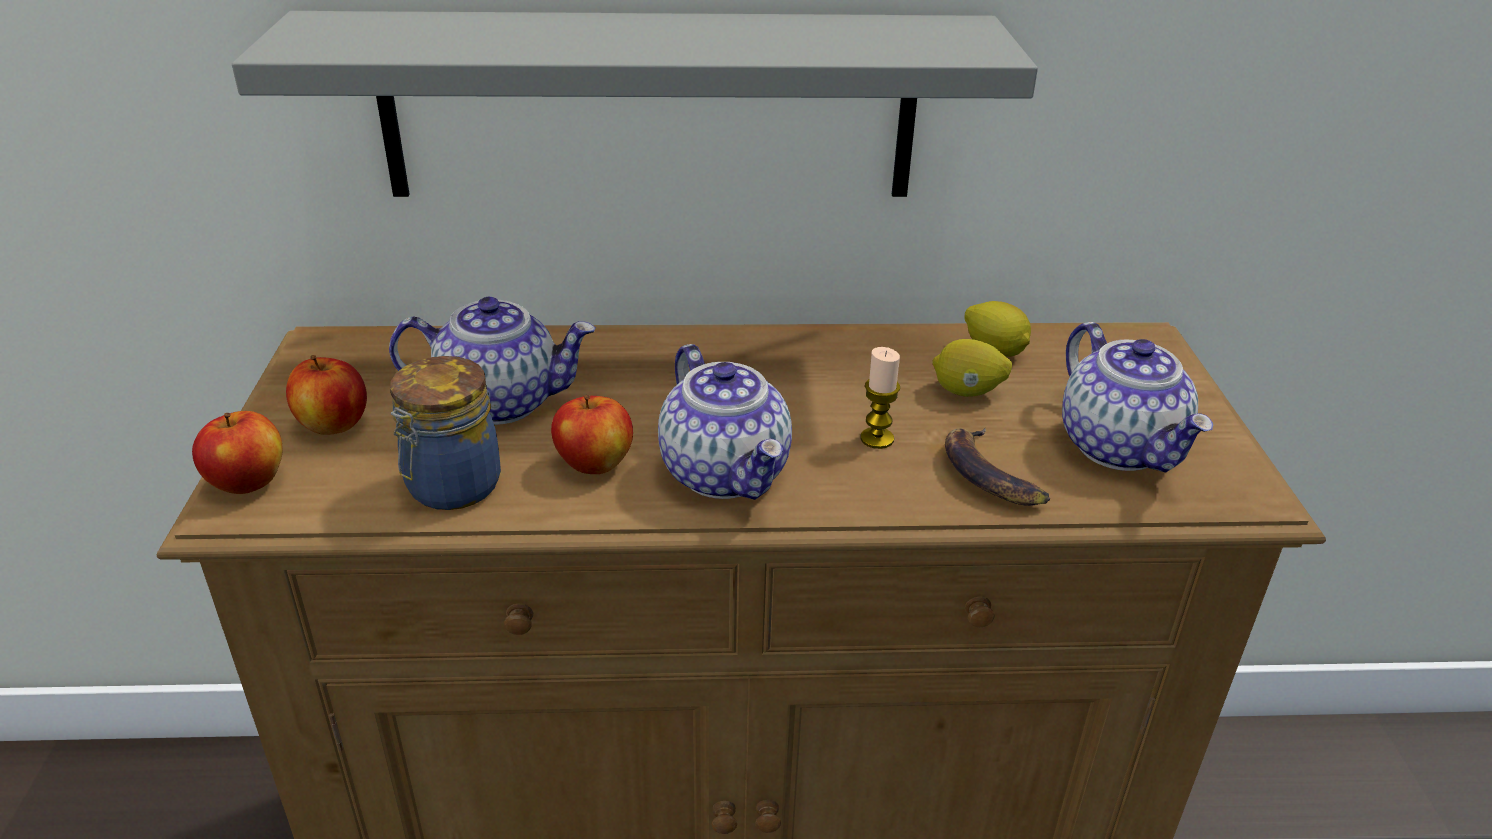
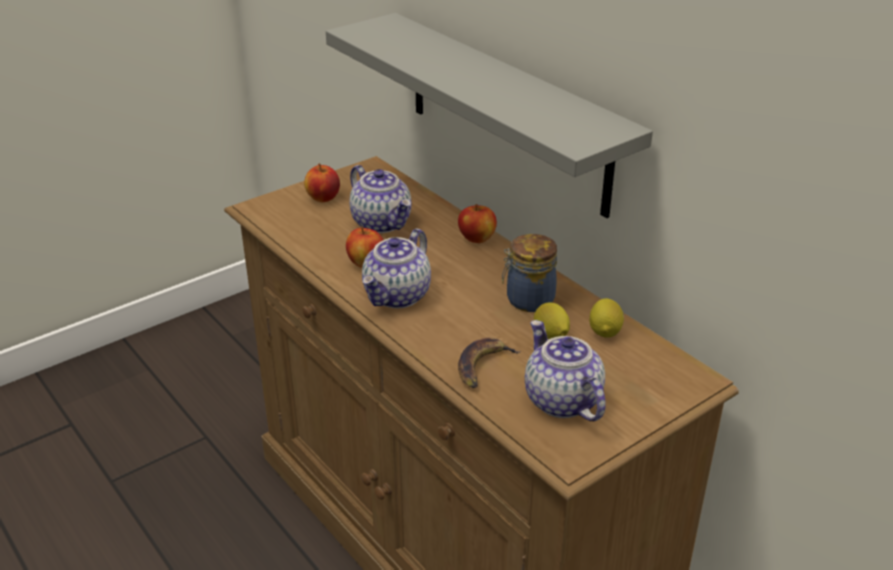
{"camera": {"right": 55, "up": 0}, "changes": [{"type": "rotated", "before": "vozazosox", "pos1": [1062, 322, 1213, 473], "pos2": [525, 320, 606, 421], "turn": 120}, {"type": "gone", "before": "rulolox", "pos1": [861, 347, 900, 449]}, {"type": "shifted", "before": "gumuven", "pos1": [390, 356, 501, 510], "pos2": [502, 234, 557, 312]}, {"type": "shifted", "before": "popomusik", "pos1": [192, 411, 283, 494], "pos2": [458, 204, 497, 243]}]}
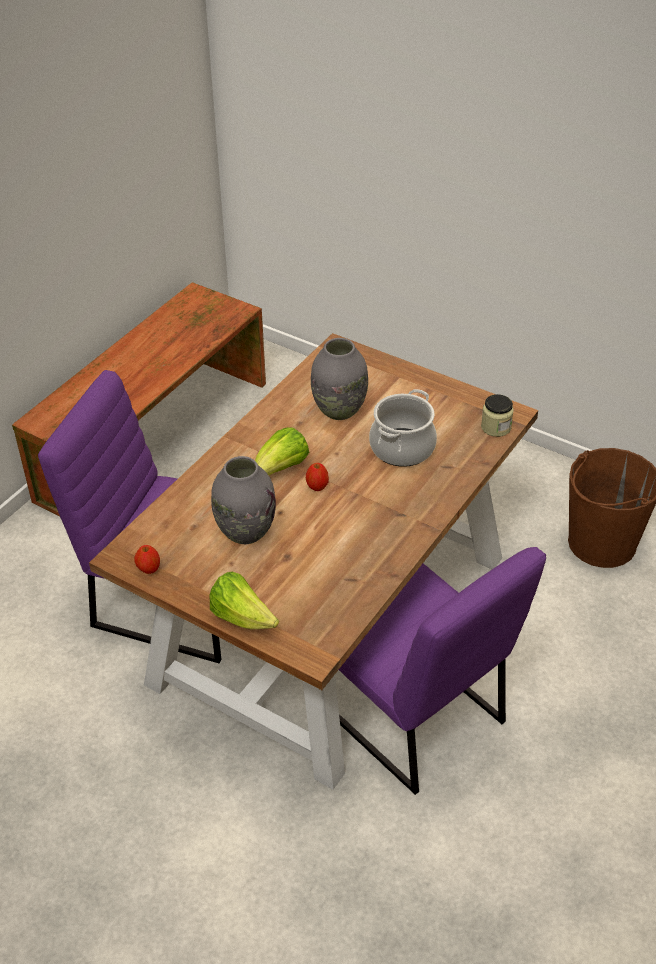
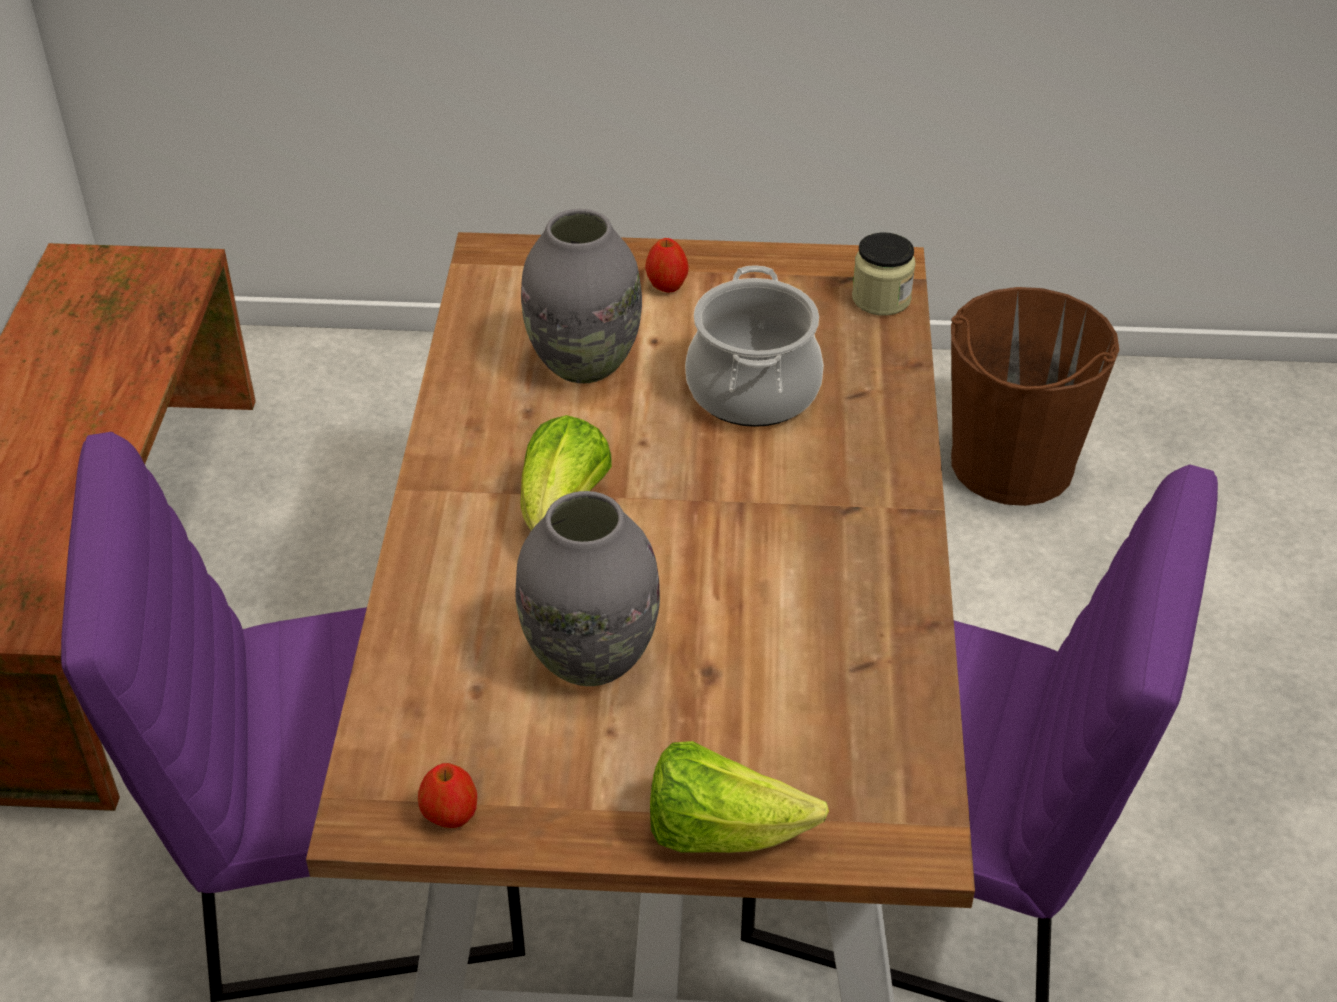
{"camera": {"right": -30, "up": 0}, "changes": [{"type": "shifted", "before": "popomusik", "pos1": [306, 463, 329, 491], "pos2": [645, 238, 689, 293]}]}
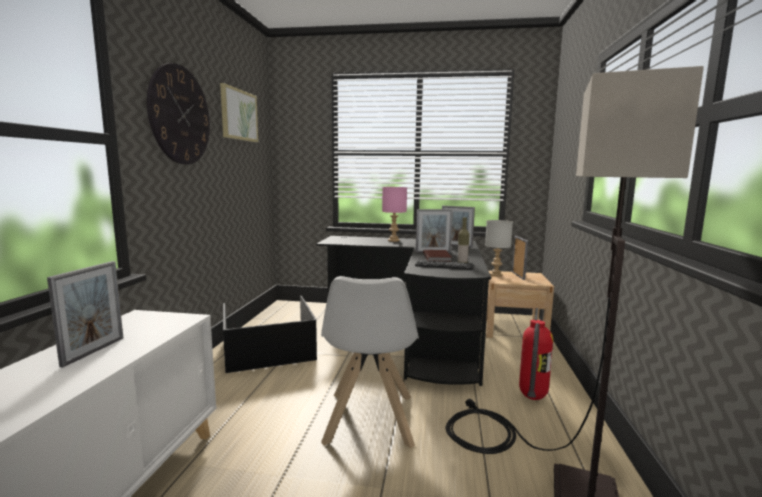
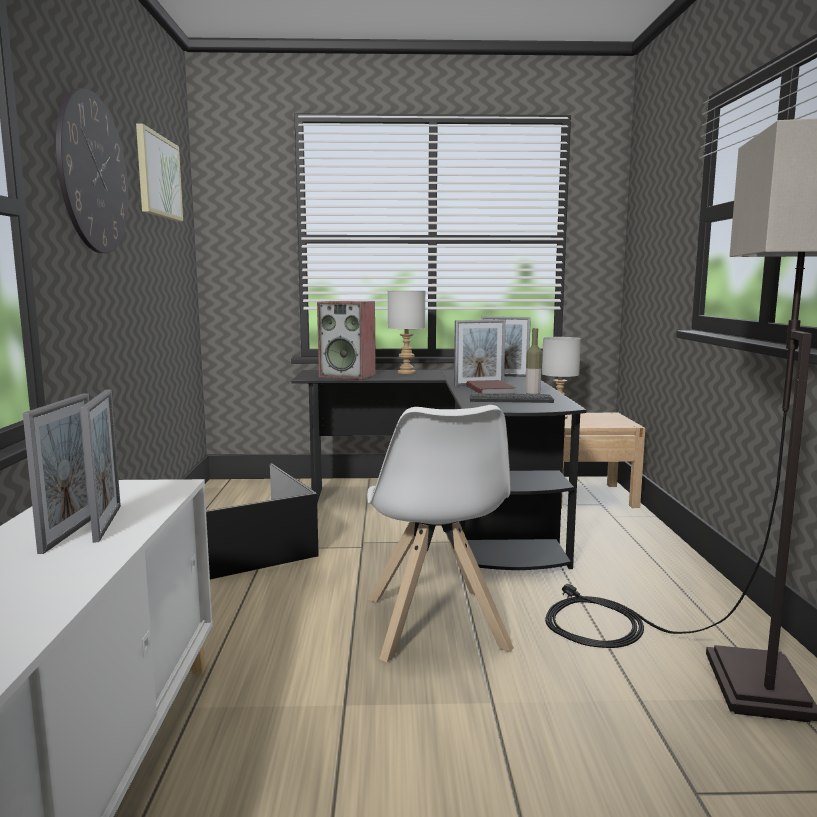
{"camera": {"right": -10, "up": 0}, "changes": [{"type": "repainted", "before": "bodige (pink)", "after": "bodige (grey)", "pos1": [382, 187, 407, 242], "pos2": [388, 290, 425, 374]}, {"type": "shifted", "before": "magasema", "pos1": [512, 236, 528, 280], "pos2": [81, 389, 121, 543]}, {"type": "gone", "before": "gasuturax", "pos1": [519, 308, 553, 400]}, {"type": "new", "after": "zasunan", "pos2": [317, 301, 376, 380]}]}
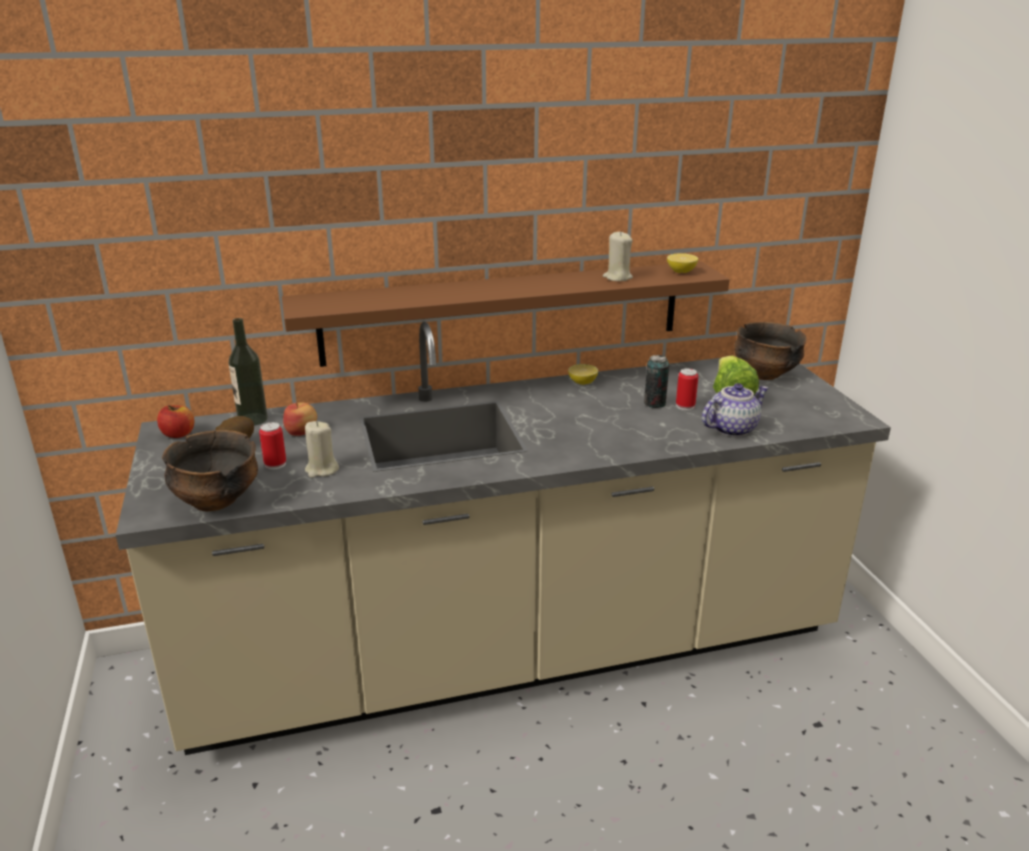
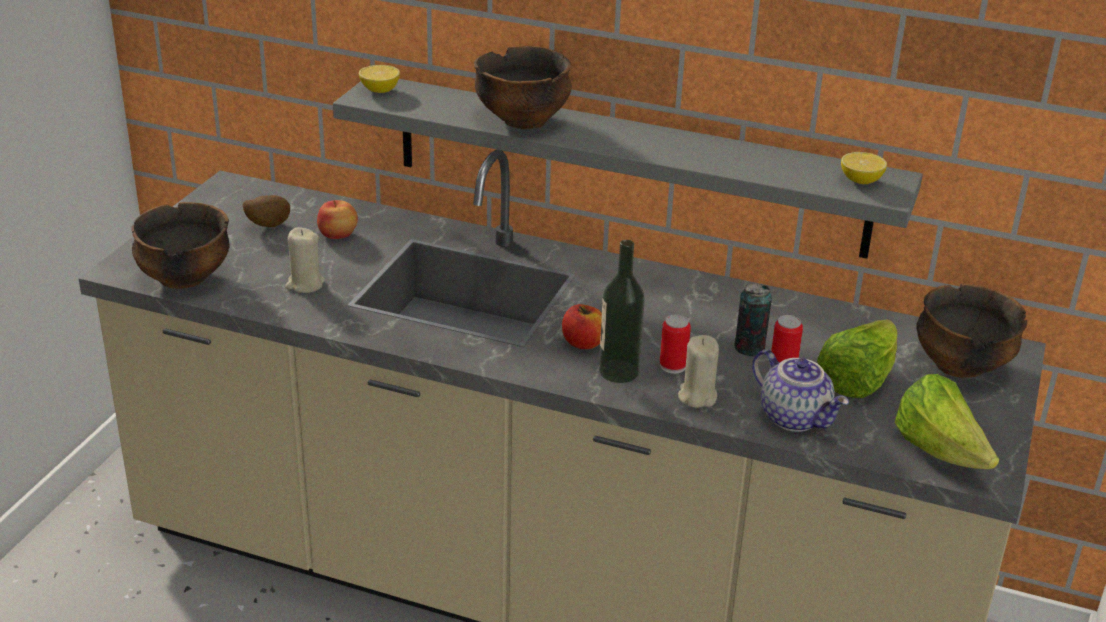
{"camera": {"right": 35, "up": 5}, "changes": [{"type": "shifted", "before": "rulolox (beige)", "pos1": [603, 231, 633, 281], "pos2": [678, 335, 719, 408]}, {"type": "repainted", "before": "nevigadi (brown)", "after": "nevigadi (grey)", "pos1": [282, 261, 729, 367], "pos2": [333, 79, 923, 259]}, {"type": "shifted", "before": "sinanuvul", "pos1": [228, 318, 268, 426], "pos2": [599, 240, 645, 383]}, {"type": "shifted", "before": "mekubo", "pos1": [568, 364, 598, 385], "pos2": [359, 65, 400, 93]}, {"type": "rotated", "before": "vozazosox", "pos1": [702, 383, 768, 437], "pos2": [752, 349, 849, 432], "turn": 45}, {"type": "shifted", "before": "popomusik", "pos1": [157, 405, 194, 438], "pos2": [562, 304, 602, 349]}, {"type": "shifted", "before": "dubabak", "pos1": [259, 422, 286, 470], "pos2": [660, 314, 691, 374]}, {"type": "new", "after": "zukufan", "pos2": [474, 46, 572, 129]}, {"type": "new", "after": "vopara", "pos2": [895, 374, 999, 469]}]}
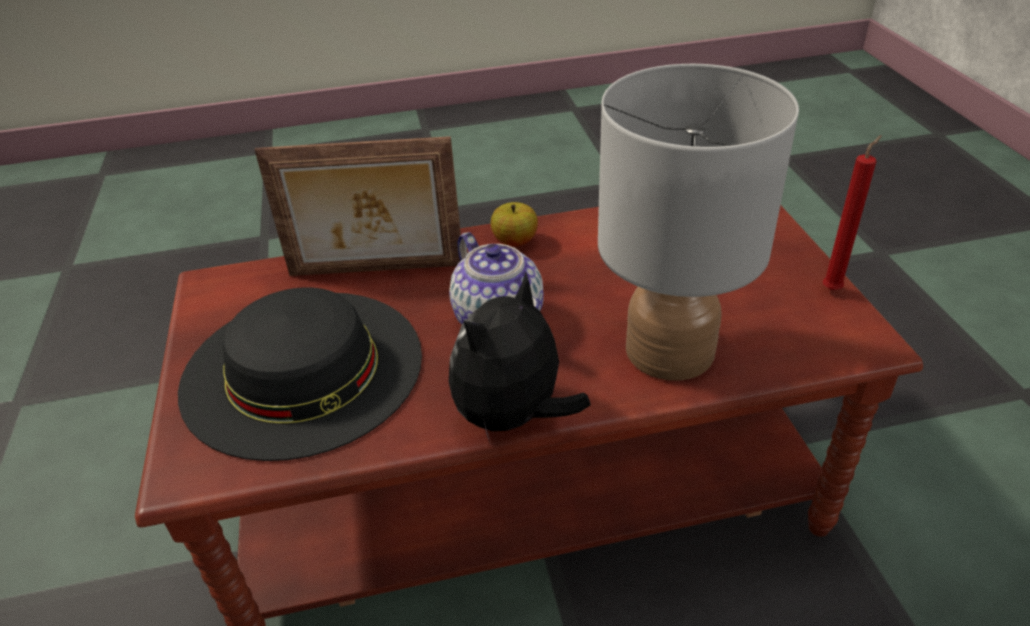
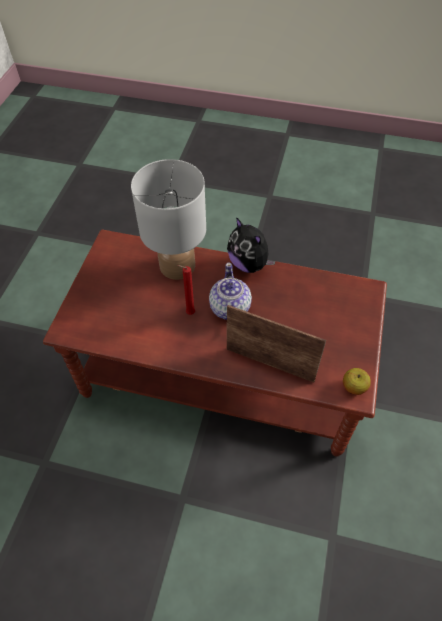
{"camera": {"right": -155, "up": 15}, "changes": [{"type": "shifted", "before": "rulolox (red)", "pos1": [823, 135, 882, 290], "pos2": [177, 265, 195, 315]}, {"type": "shifted", "before": "popomusik", "pos1": [490, 202, 538, 247], "pos2": [343, 368, 371, 395]}, {"type": "rotated", "before": "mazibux", "pos1": [449, 272, 591, 445], "pos2": [227, 217, 276, 273], "turn": 75}, {"type": "gone", "before": "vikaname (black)", "pos1": [178, 287, 422, 461]}]}
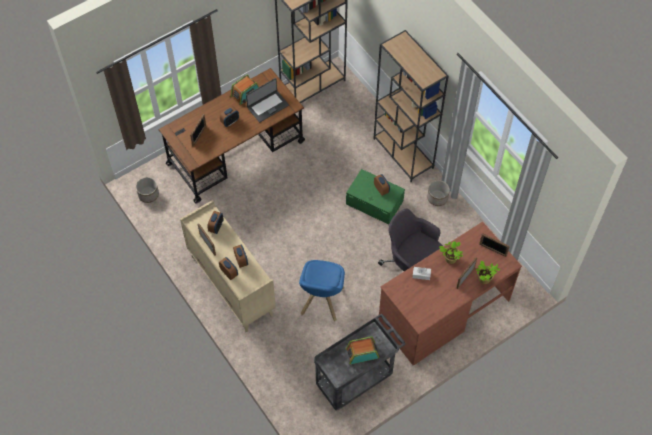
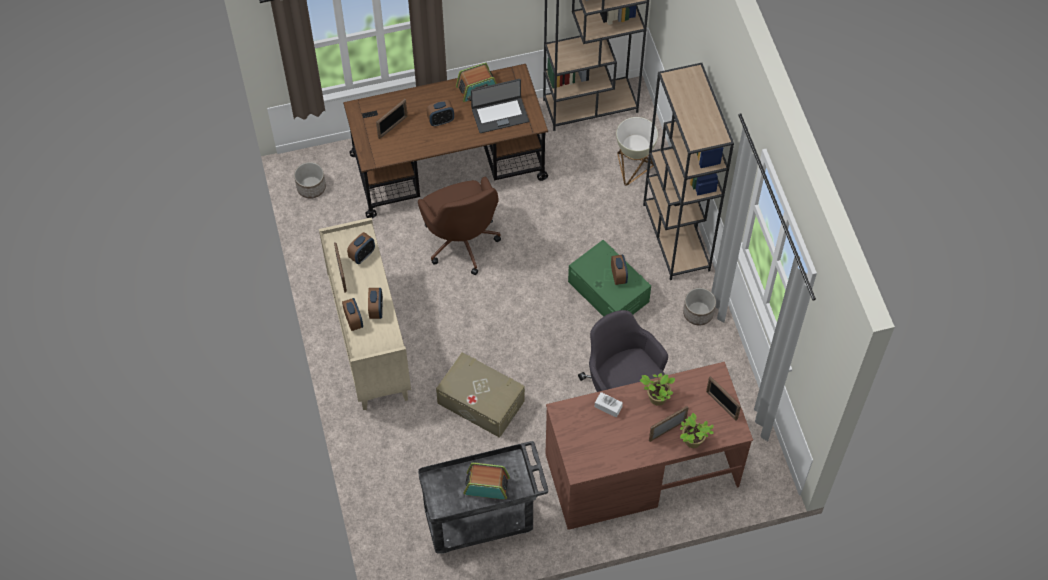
{"camera": {"right": 20, "up": 0}, "changes": [{"type": "swapped", "before": "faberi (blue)", "after": "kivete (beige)", "pos1": [299, 260, 345, 321], "pos2": [436, 352, 525, 438]}, {"type": "new", "after": "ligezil", "pos2": [616, 117, 658, 185]}, {"type": "new", "after": "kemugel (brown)", "pos2": [418, 177, 501, 275]}]}
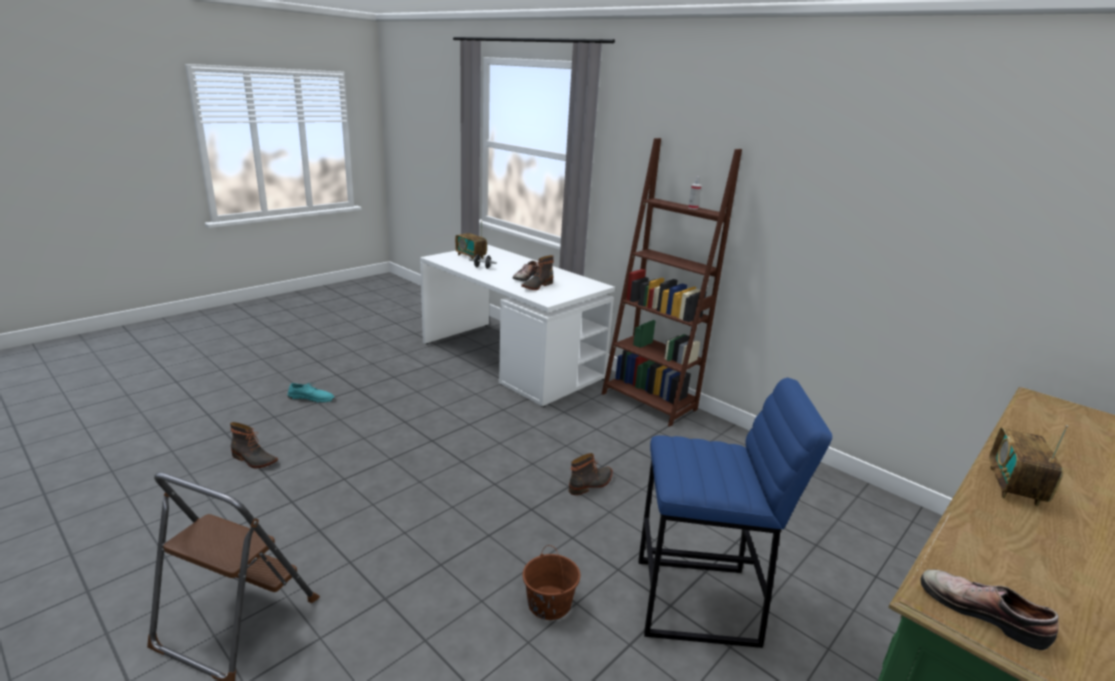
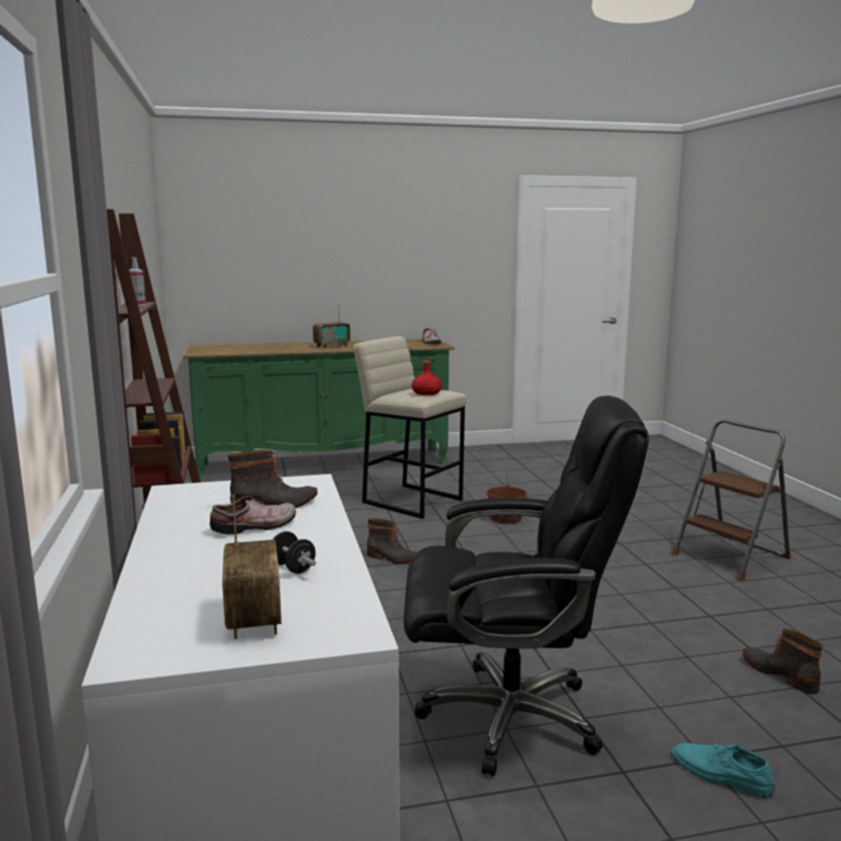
{"camera": {"right": -145, "up": -10}, "changes": [{"type": "repainted", "before": "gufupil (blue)", "after": "gufupil (beige)", "pos1": [638, 378, 832, 648], "pos2": [354, 336, 467, 519]}, {"type": "rotated", "before": "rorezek", "pos1": [569, 453, 613, 495], "pos2": [367, 518, 418, 564], "turn": -150}, {"type": "new", "after": "sinanuvul (red)", "pos2": [412, 361, 442, 395]}, {"type": "new", "after": "kemugel (black)", "pos2": [404, 396, 649, 776]}]}
